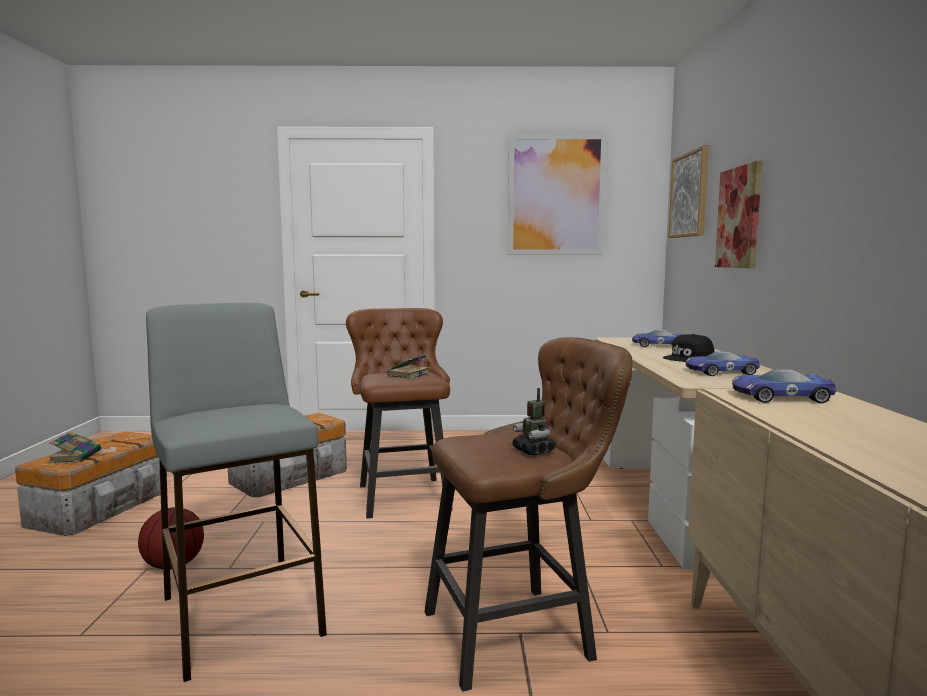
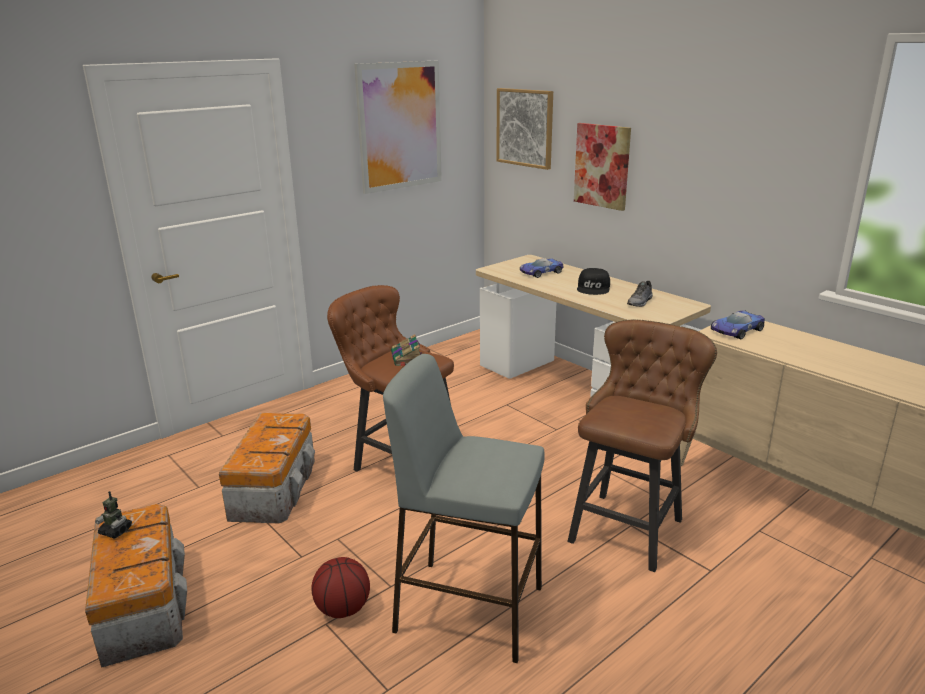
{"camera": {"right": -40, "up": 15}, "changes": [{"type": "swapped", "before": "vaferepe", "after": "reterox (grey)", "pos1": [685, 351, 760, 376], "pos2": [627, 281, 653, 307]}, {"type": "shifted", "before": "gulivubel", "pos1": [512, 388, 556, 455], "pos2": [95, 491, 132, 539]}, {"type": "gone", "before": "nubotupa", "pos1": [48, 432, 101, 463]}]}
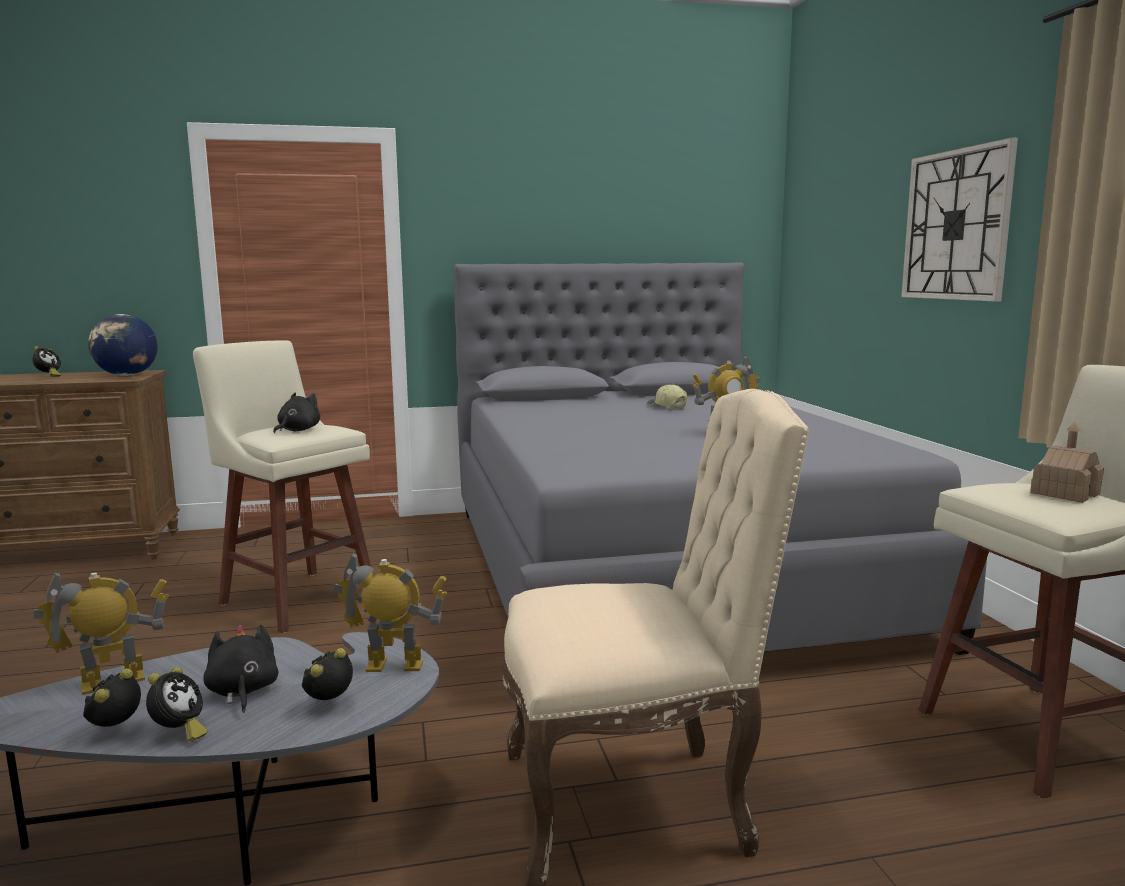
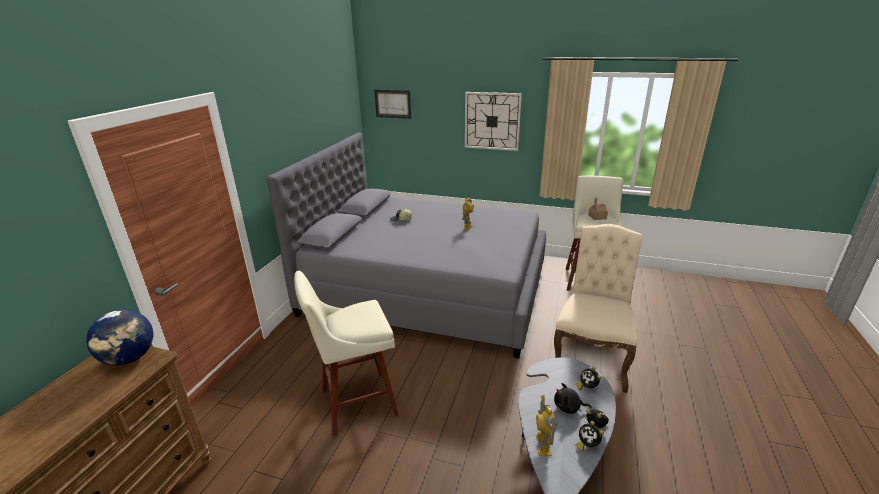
{"camera": {"right": -60, "up": 15}, "changes": [{"type": "gone", "before": "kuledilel", "pos1": [32, 346, 61, 377]}, {"type": "gone", "before": "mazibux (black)", "pos1": [273, 392, 320, 434]}, {"type": "gone", "before": "gulivubel", "pos1": [334, 552, 447, 672]}, {"type": "new", "after": "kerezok", "pos2": [374, 90, 411, 119]}]}
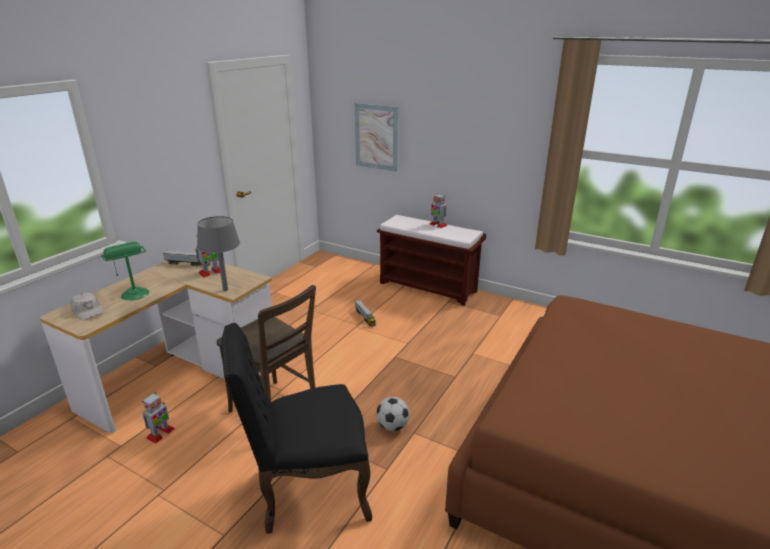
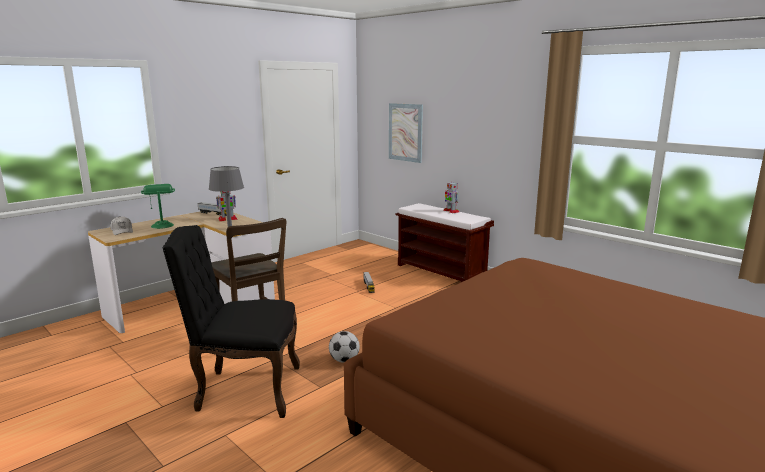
{"camera": {"right": 15, "up": -10}, "changes": [{"type": "gone", "before": "gulivubel", "pos1": [142, 392, 175, 443]}]}
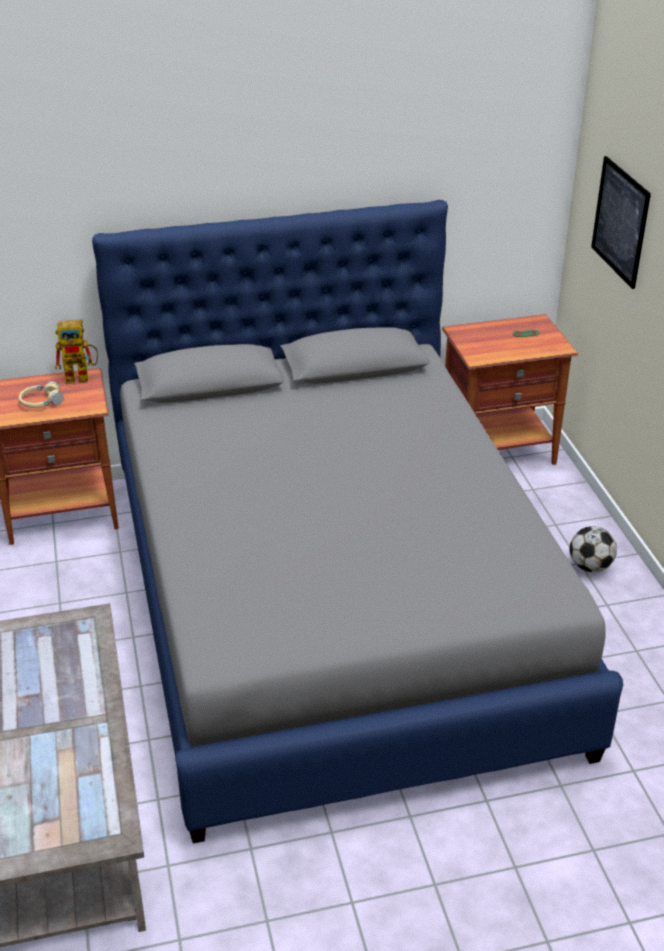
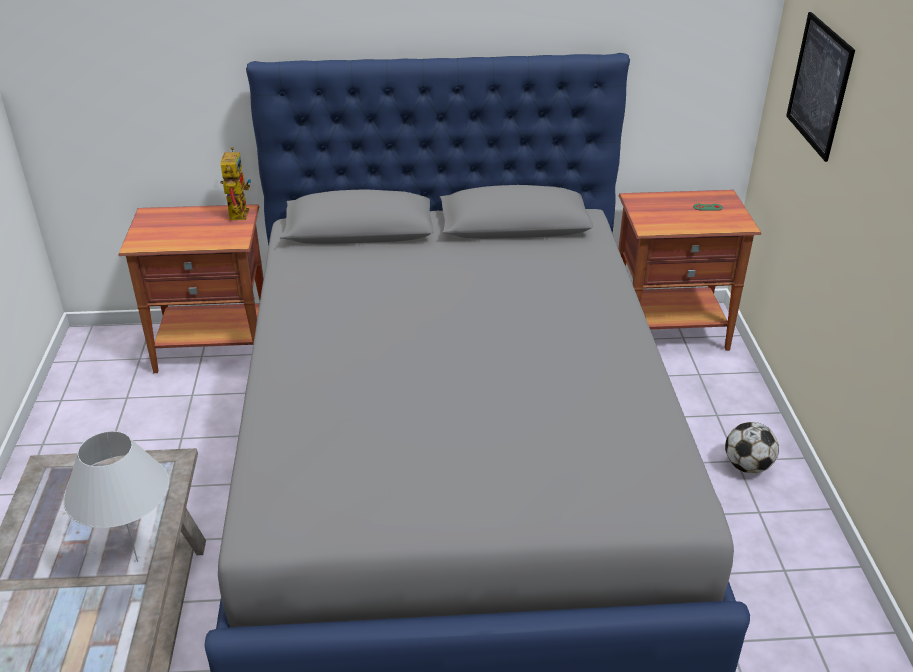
{"camera": {"right": 10, "up": 0}, "changes": [{"type": "rotated", "before": "gulivubel", "pos1": [55, 319, 98, 384], "pos2": [220, 147, 251, 220], "turn": -90}, {"type": "gone", "before": "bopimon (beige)", "pos1": [19, 381, 64, 408]}, {"type": "new", "after": "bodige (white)", "pos2": [64, 431, 169, 562]}]}
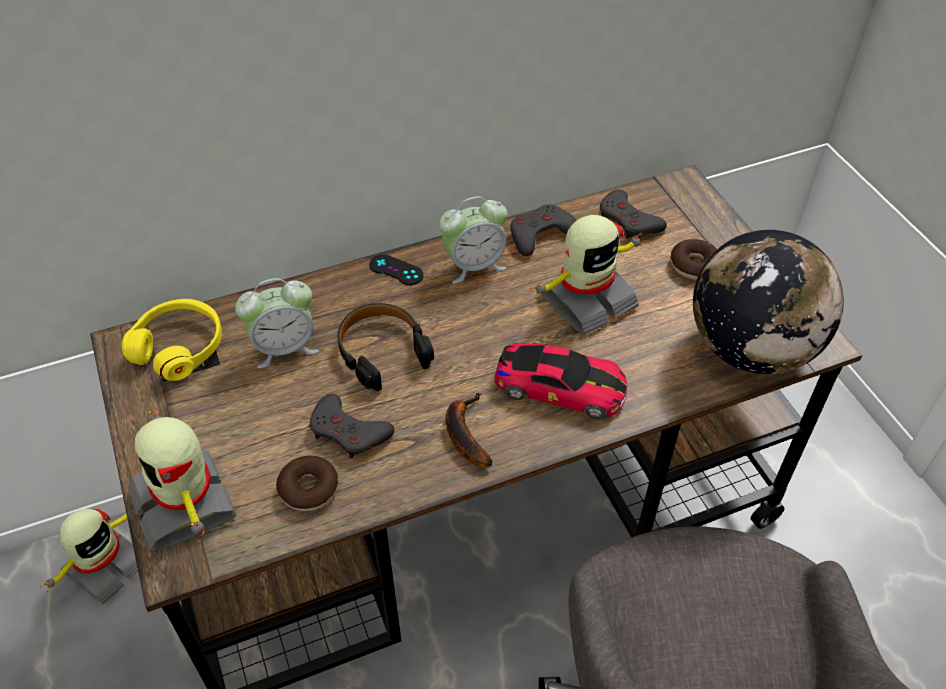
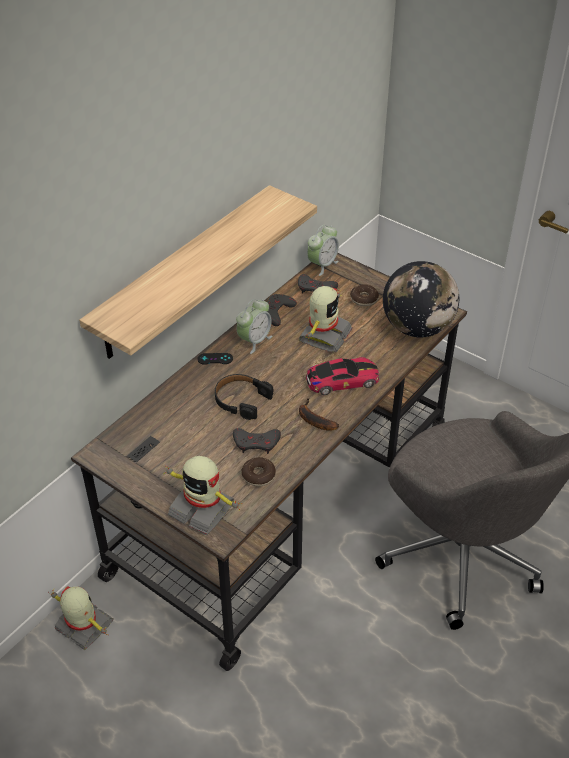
{"camera": {"right": -30, "up": -5}, "changes": [{"type": "shifted", "before": "kuledilel", "pos1": [235, 278, 319, 368], "pos2": [307, 225, 339, 276]}, {"type": "gone", "before": "bopimon (yellow)", "pos1": [122, 299, 222, 381]}, {"type": "rotated", "before": "gulivubel", "pos1": [40, 509, 138, 604], "pos2": [48, 586, 114, 650], "turn": -60}, {"type": "new", "after": "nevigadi", "pos2": [79, 185, 317, 359]}]}
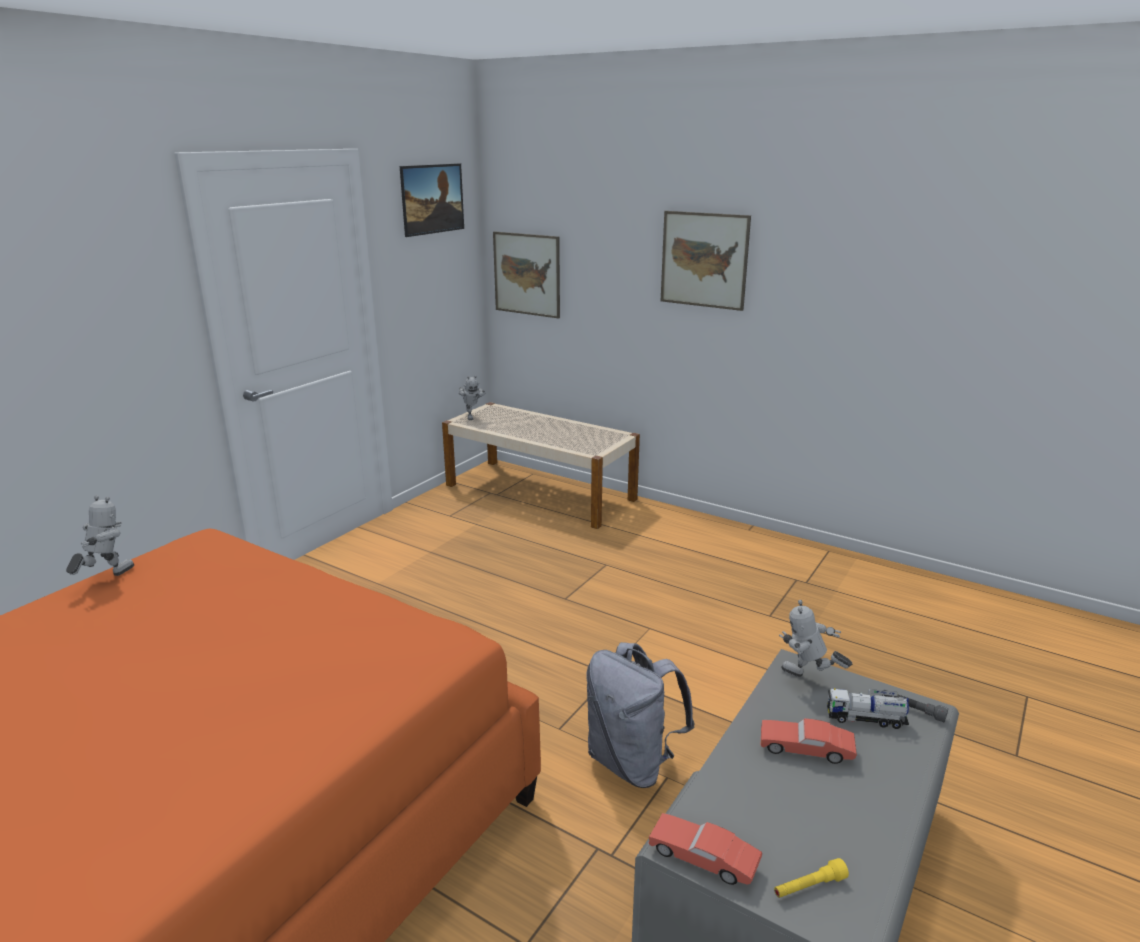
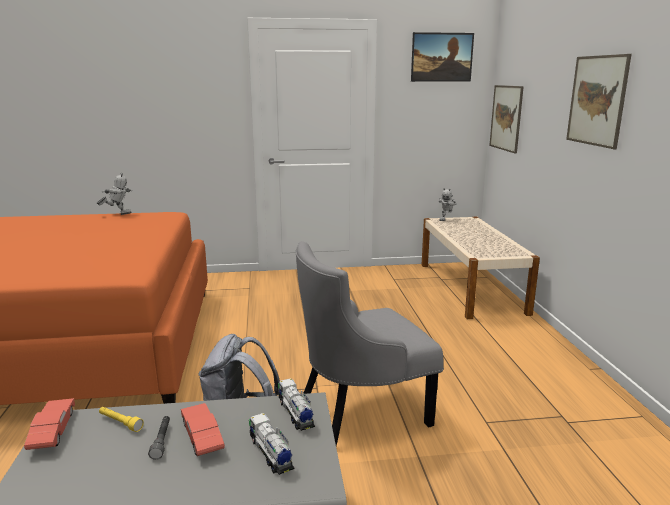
{"camera": {"right": 50, "up": -5}, "changes": [{"type": "swapped", "before": "gulivubel", "after": "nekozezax", "pos1": [779, 600, 852, 677], "pos2": [278, 378, 315, 431]}, {"type": "shifted", "before": "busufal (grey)", "pos1": [882, 690, 948, 722], "pos2": [148, 416, 170, 460]}, {"type": "shifted", "before": "busufal (yellow)", "pos1": [774, 858, 849, 898], "pos2": [99, 407, 144, 432]}, {"type": "new", "after": "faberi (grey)", "pos2": [295, 241, 444, 446]}]}
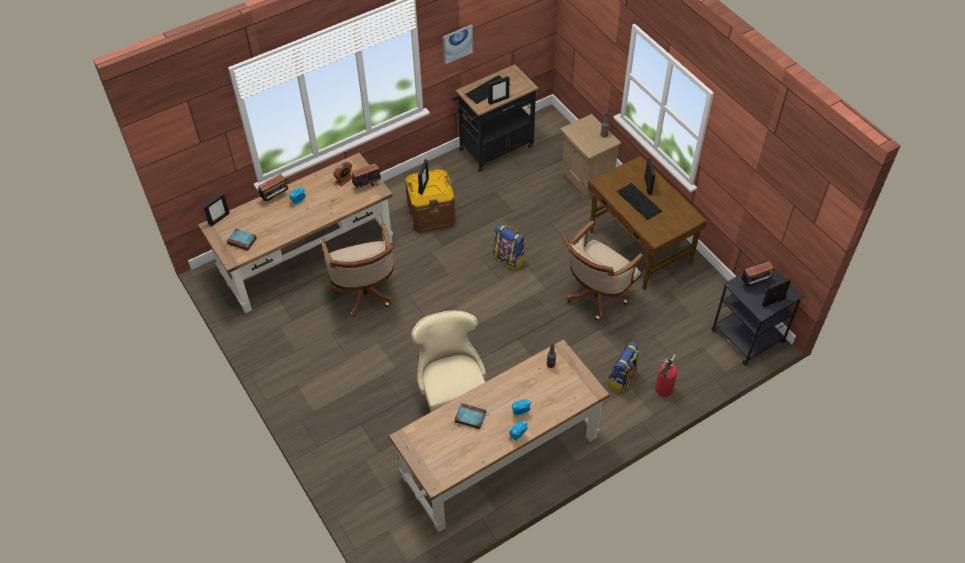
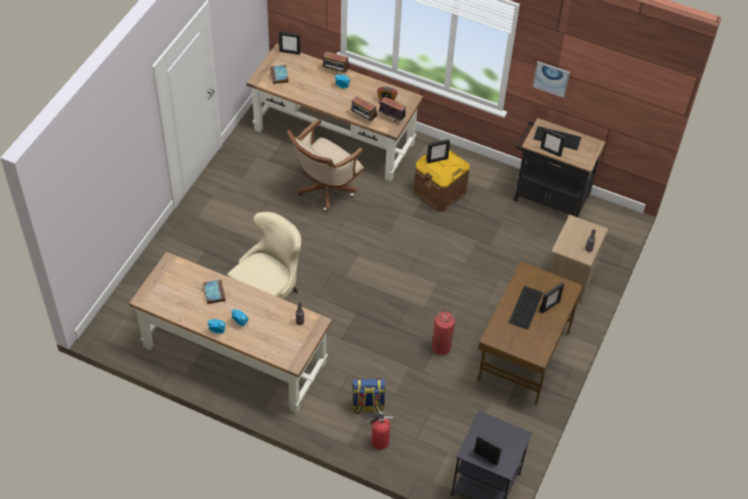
{"camera": {"right": 55, "up": 0}, "changes": [{"type": "swapped", "before": "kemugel", "after": "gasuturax", "pos1": [562, 221, 644, 320], "pos2": [432, 308, 455, 355]}, {"type": "gone", "before": "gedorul", "pos1": [493, 224, 525, 271]}, {"type": "shifted", "before": "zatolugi", "pos1": [741, 261, 774, 286], "pos2": [351, 96, 377, 122]}]}
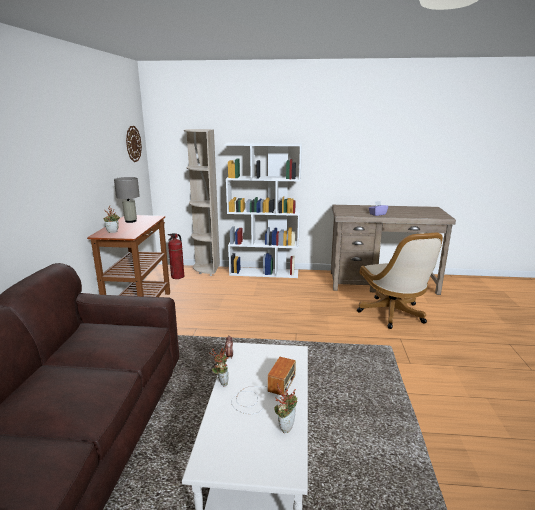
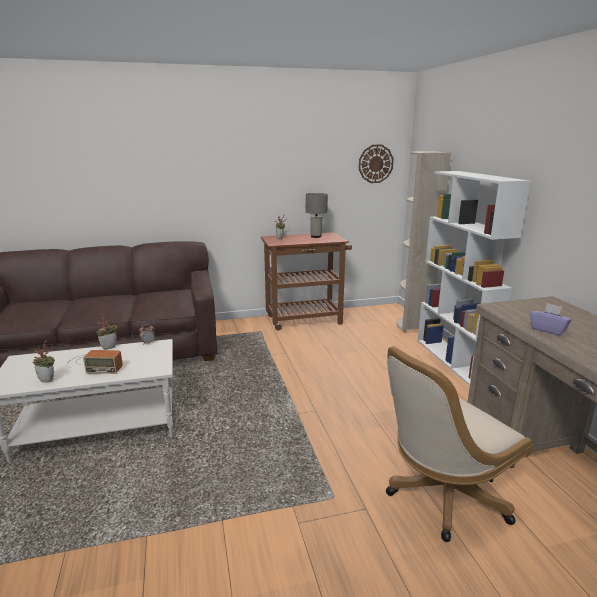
{"camera": {"right": 70, "up": 0}, "changes": [{"type": "gone", "before": "gasuturax", "pos1": [168, 233, 184, 279]}]}
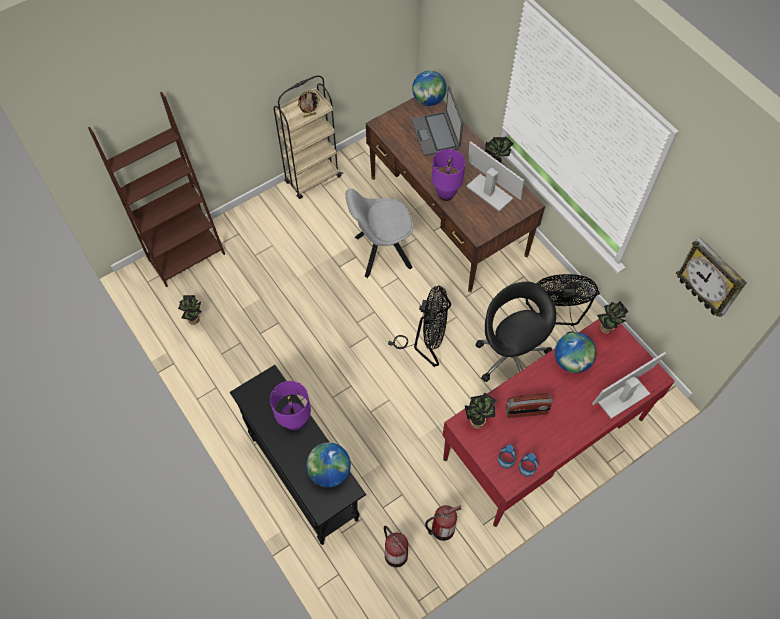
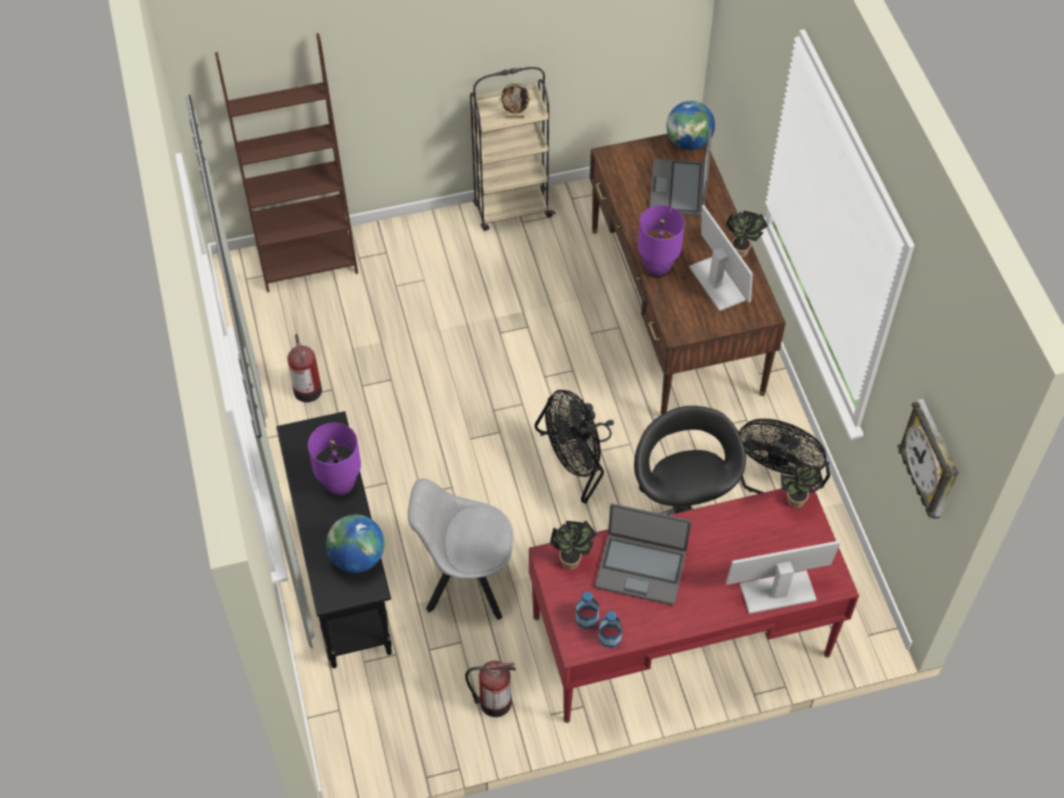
{"camera": {"right": 20, "up": -5}, "changes": [{"type": "shifted", "before": "faberi (grey)", "pos1": [346, 189, 413, 278], "pos2": [408, 479, 514, 620]}, {"type": "rotated", "before": "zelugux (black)", "pos1": [387, 285, 451, 367], "pos2": [535, 390, 614, 504], "turn": 120}, {"type": "gone", "before": "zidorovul", "pos1": [178, 295, 202, 325]}, {"type": "gone", "before": "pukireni", "pos1": [555, 332, 597, 373]}, {"type": "swapped", "before": "zatolugi", "after": "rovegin", "pos1": [506, 394, 553, 418], "pos2": [595, 504, 691, 605]}, {"type": "shifted", "before": "gasuturax", "pos1": [384, 526, 408, 567], "pos2": [288, 334, 322, 402]}]}
